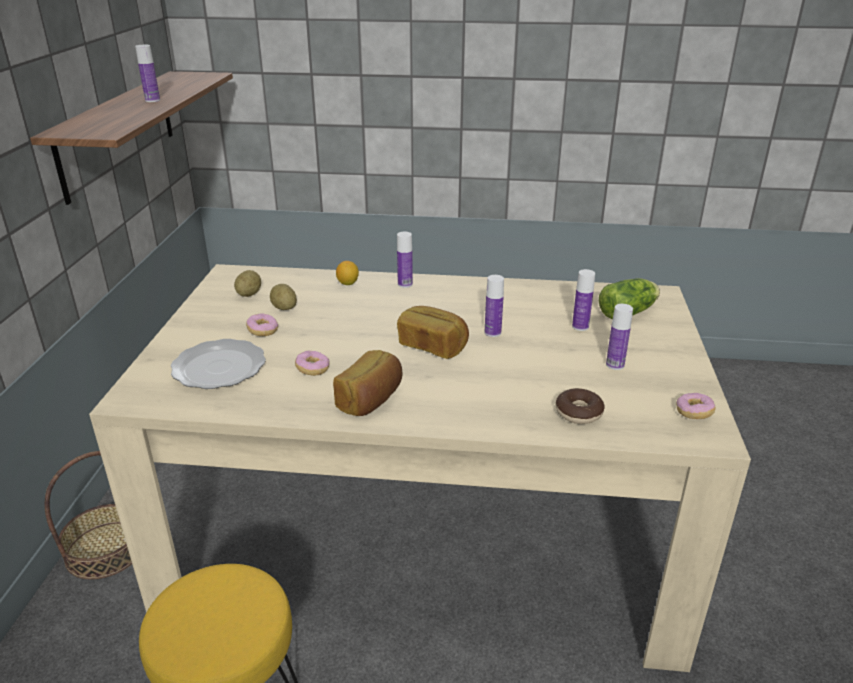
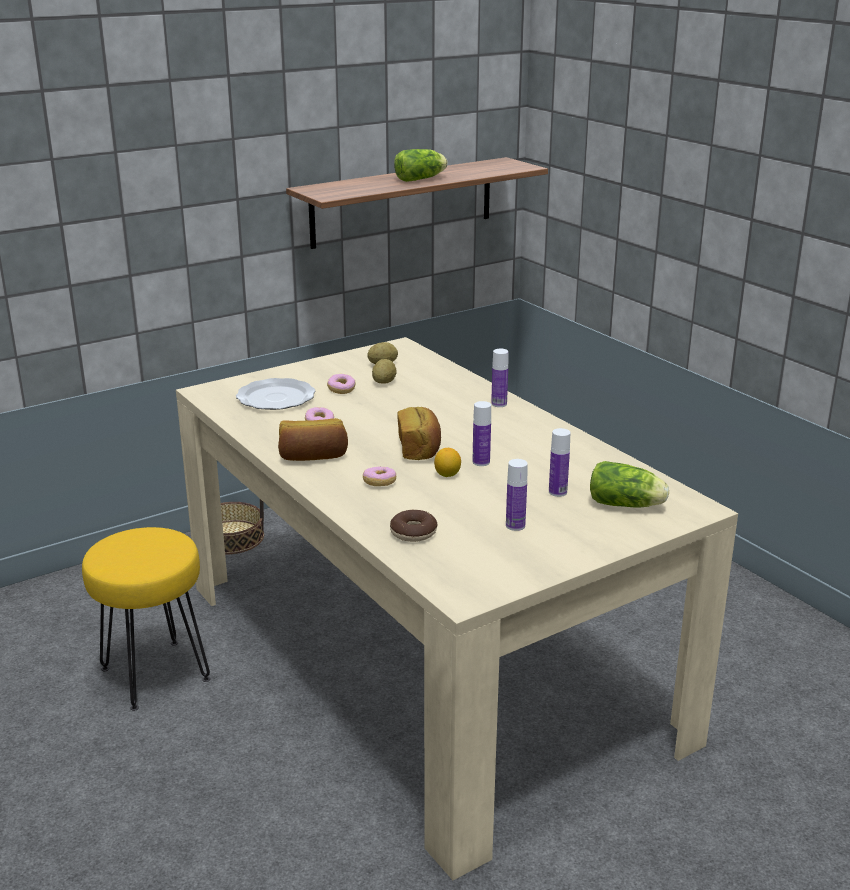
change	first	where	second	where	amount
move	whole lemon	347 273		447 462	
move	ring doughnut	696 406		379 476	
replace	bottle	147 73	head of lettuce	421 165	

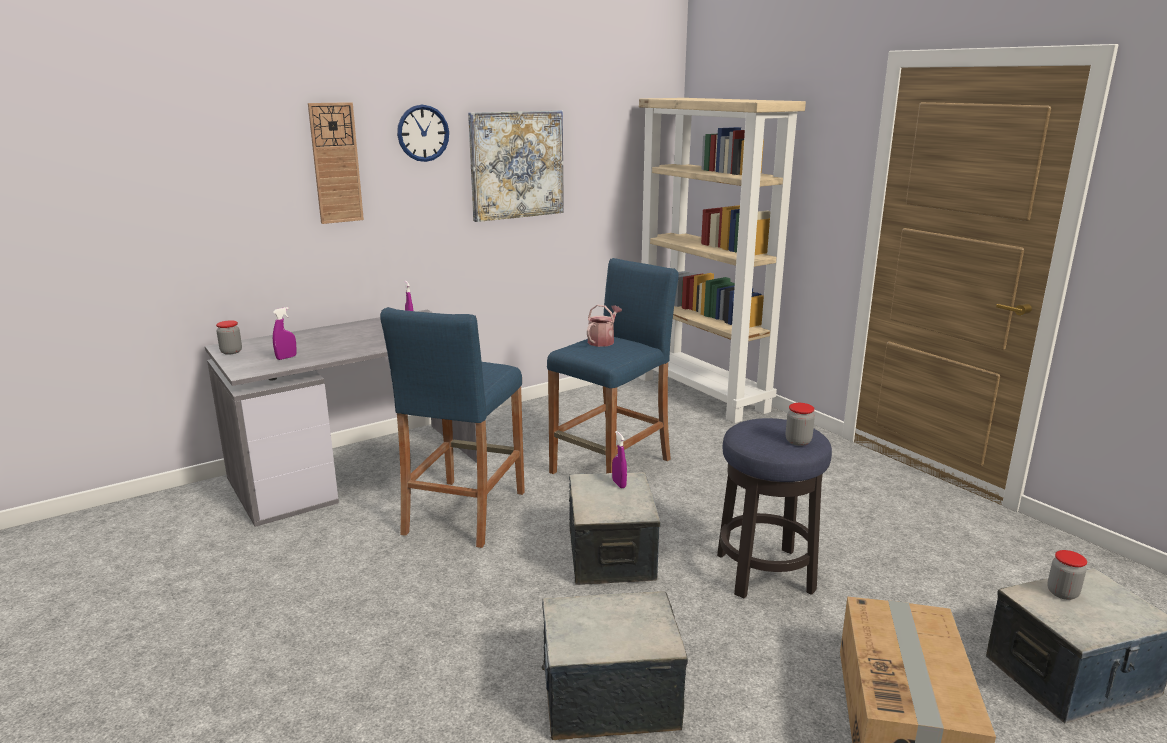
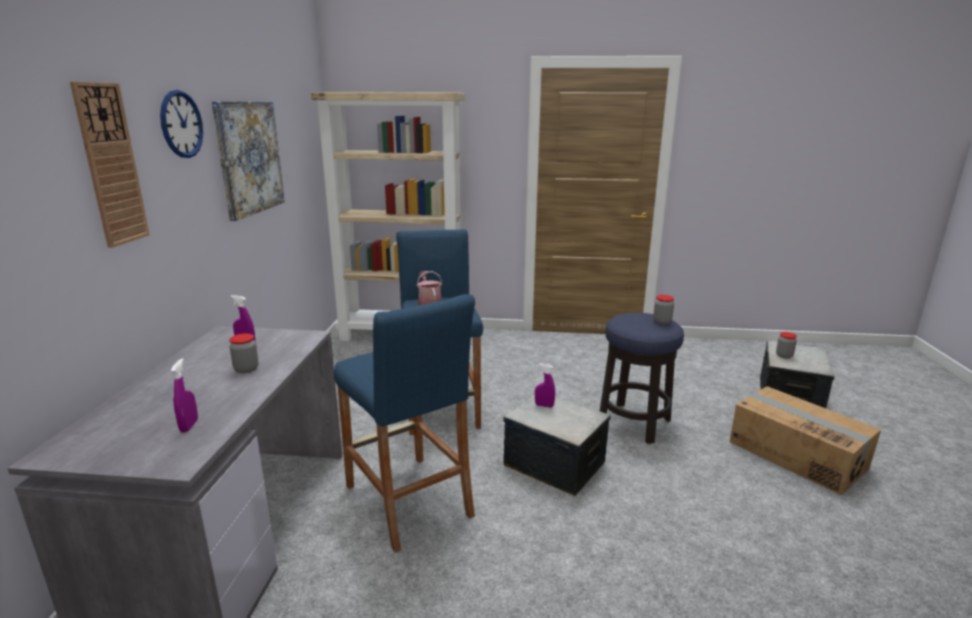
change	first	where	second	where	amount
delete	storage container	615 665			
move	storage jar	229 337		244 353	

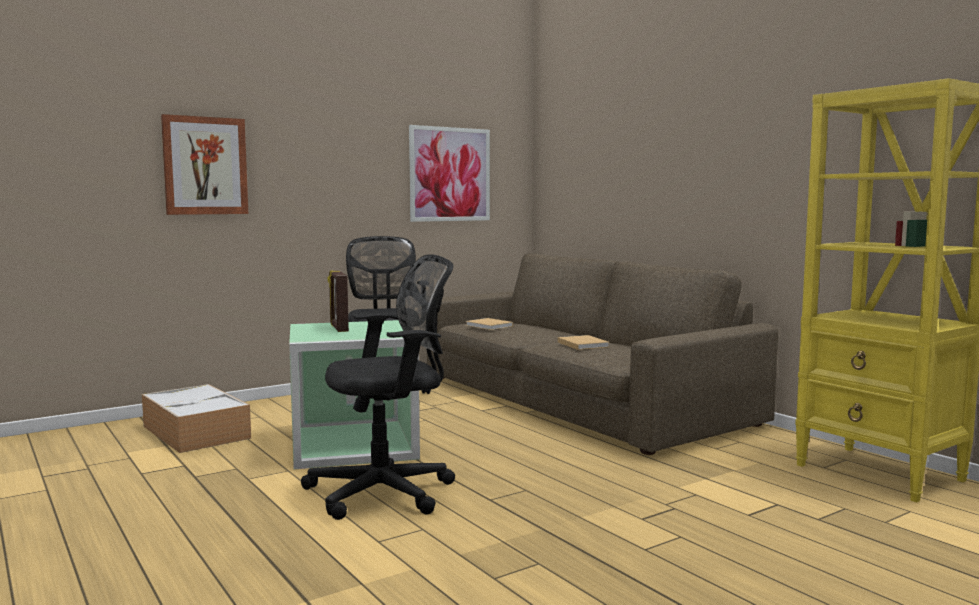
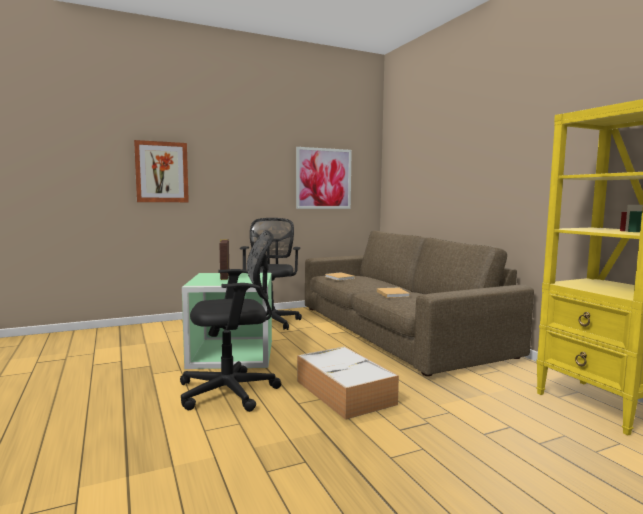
change	first	where	second	where	amount
move	storage container	196 418		348 383	

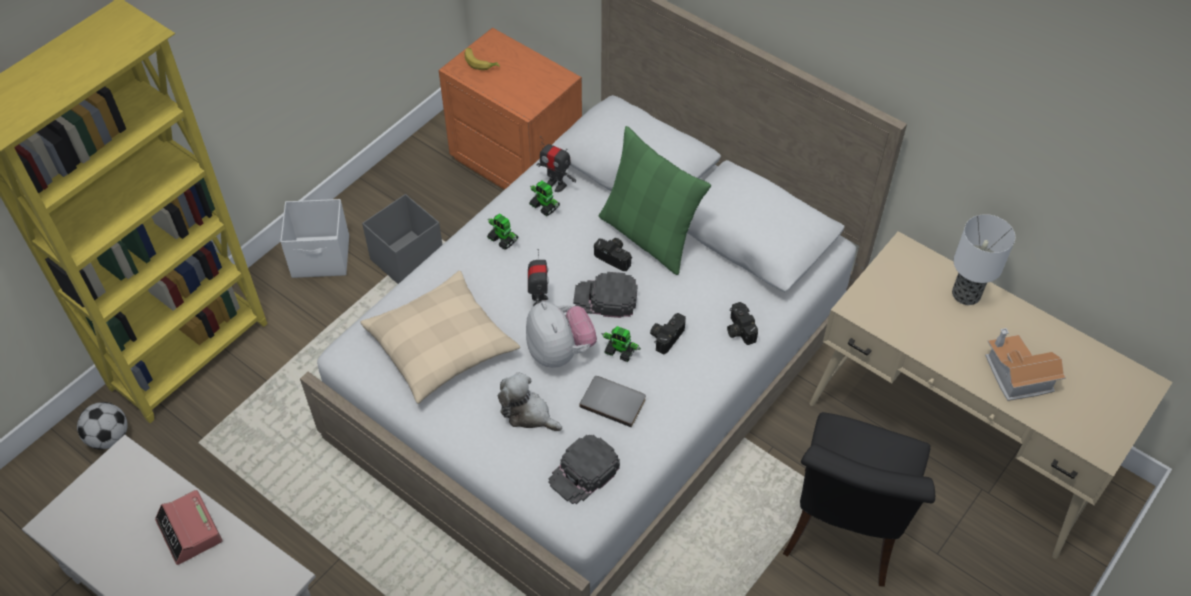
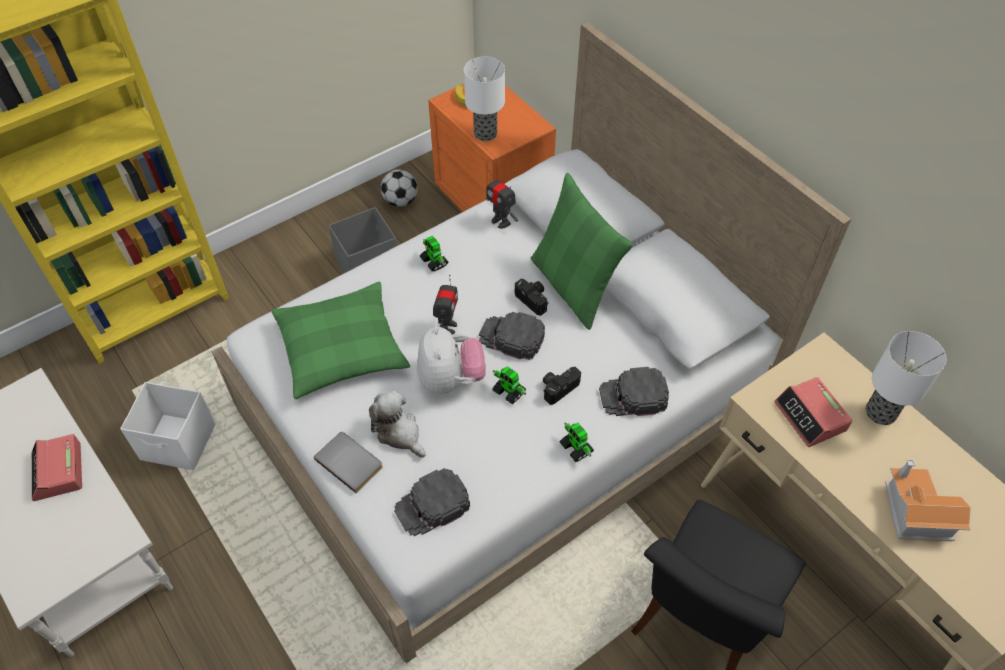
change	first	where	second	where	amount
insert			table lamp	484 99	
insert			bedside clock	813 412	
move	ball for football	102 426		399 188	
move	storage container (white)	314 238		167 426	
move	toy robot	544 198		577 442	
move	volume (gray)	612 402		348 462	
replace	still camera	742 323	baseball cap (black)	634 391	
recolor	throw pillow (beige-coloured)	440 337	throw pillow (green-coloured)	341 340	

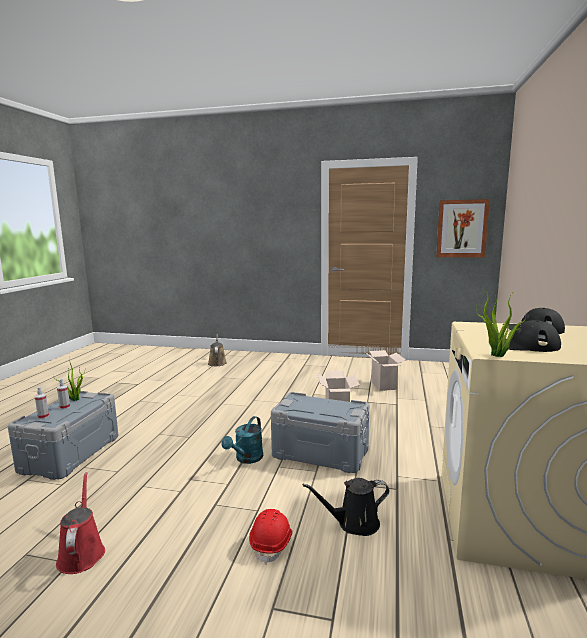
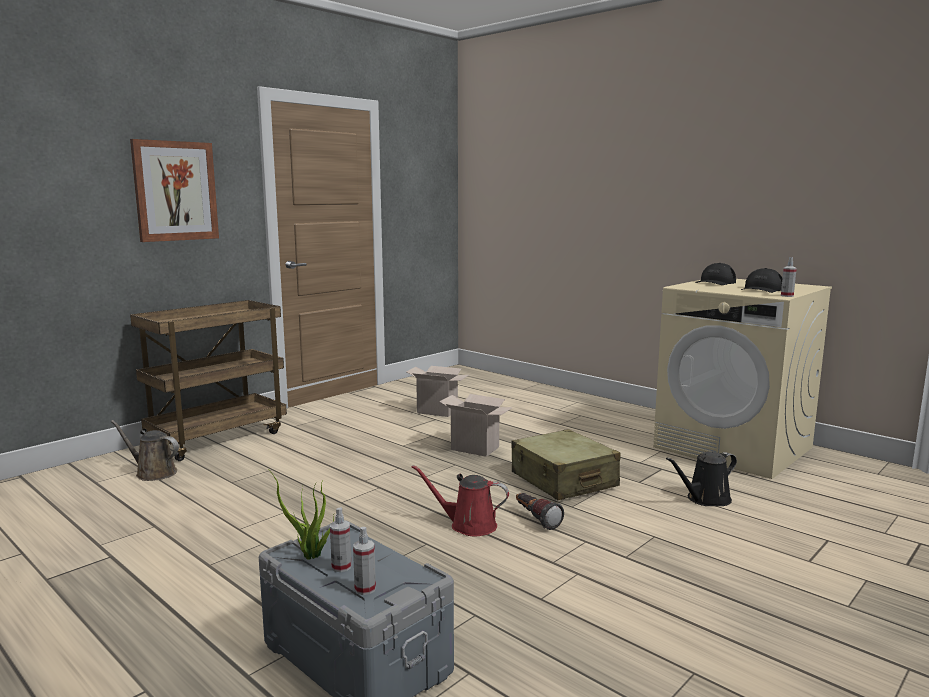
change	first	where	second	where	amount
delete	safety helmet (reddish)	271 537			
insert			trolley (brown)	208 380	
move	sprinkling can (reddish)	80 523		460 500	
move	wall art	463 228		174 190	
replace	sprinkling can (turquoise)	242 440	hand torch	540 511	
replace	storage container (gray)	320 432	piece of luggage (beige-coloured)	565 464	
replace	potted plant	501 323	sprayer	789 277	
rotate	sprinkling can (black)	346 507		701 478	45 degrees clockwise

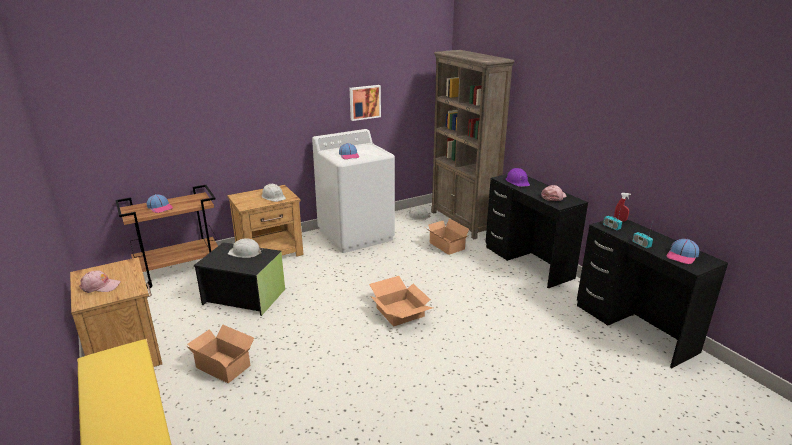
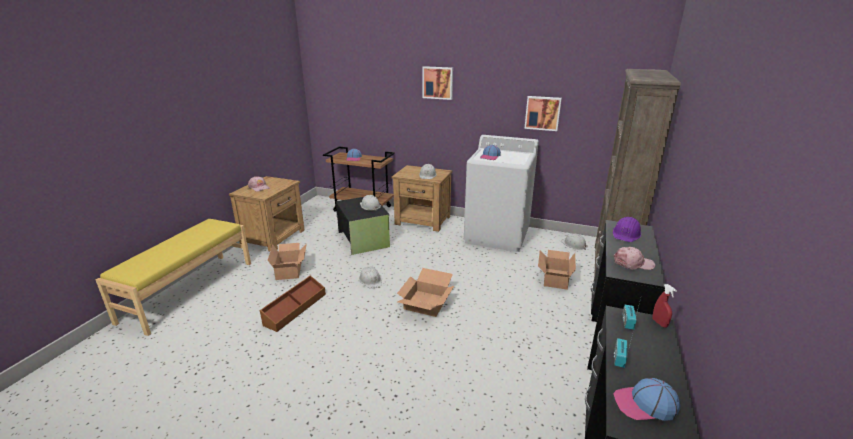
change	first	where	second	where	amount
insert			storage container (brown)	293 303	
insert			safety helmet (white)	370 278	
insert			wall art	438 83	

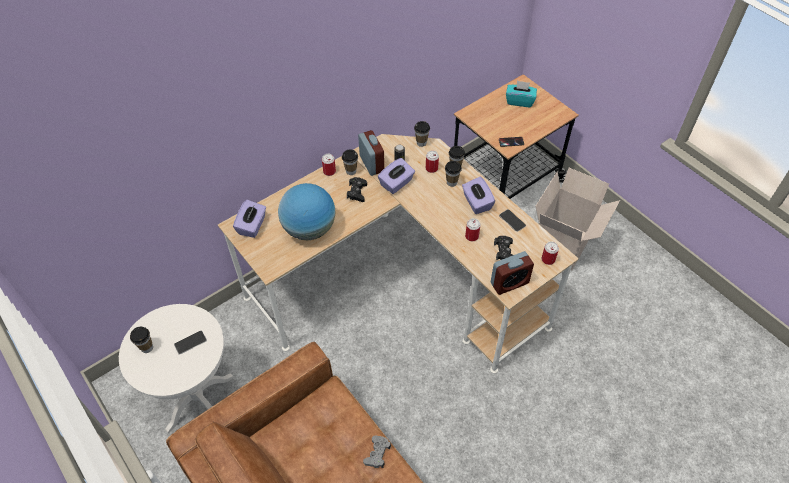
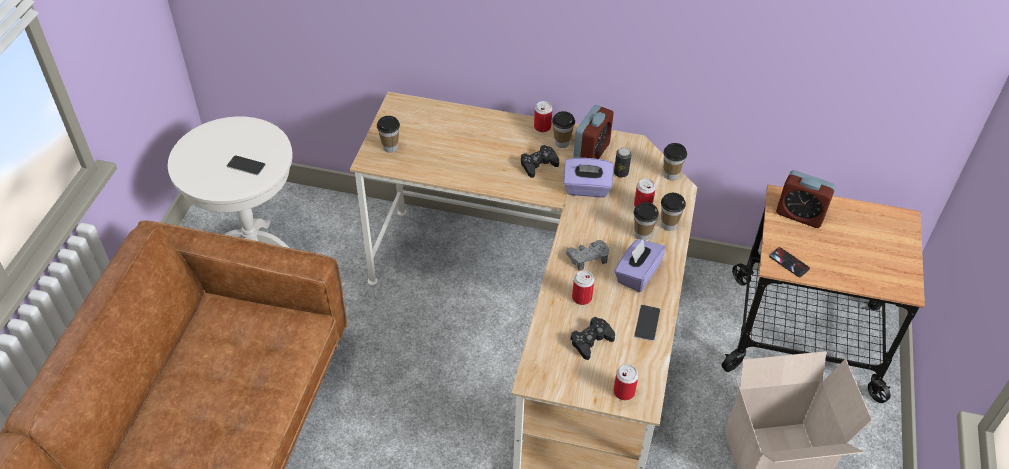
change	first	where	second	where	amount
delete	tissue box (purple)	249 219			
delete	globe	306 211			
delete	tissue box (turquoise)	521 94			
move	small cup	141 340		388 134	
move	joypad (gray)	377 451		587 255	
move	bedside clock	512 273		806 199	

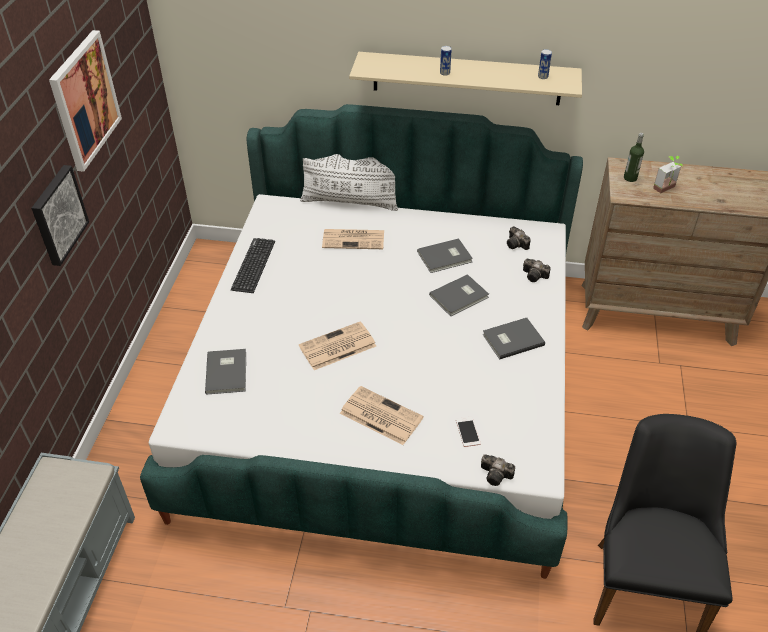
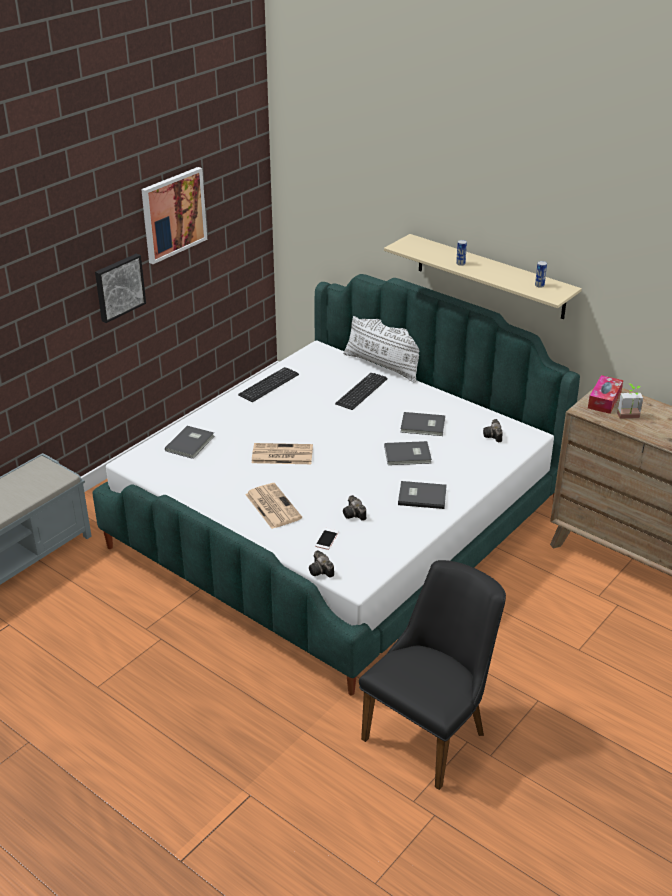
change	first	where	second	where	amount
move	still camera	537 270		354 508	
replace	printed paper	353 239	PC keyboard	361 391	
replace	bottle	634 157	tissue box	605 394	

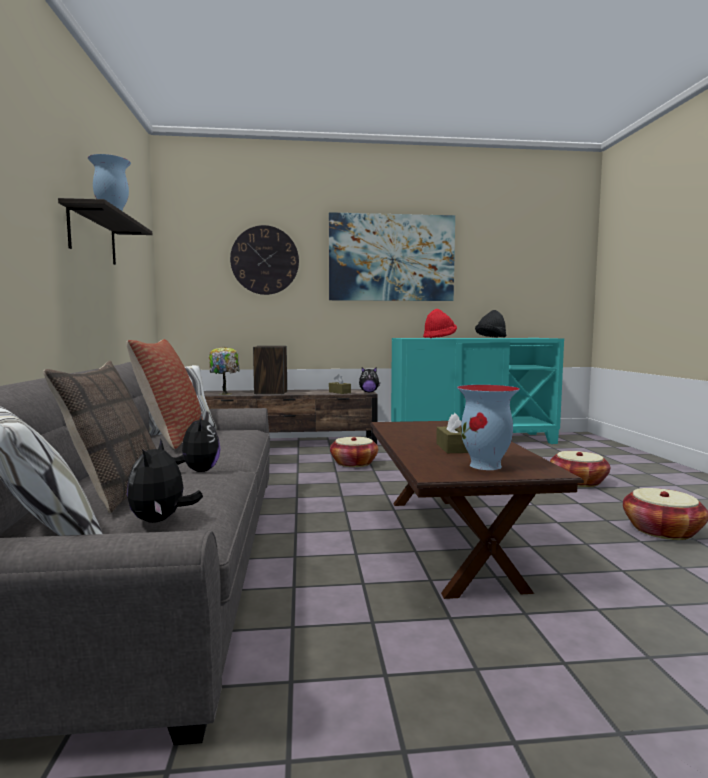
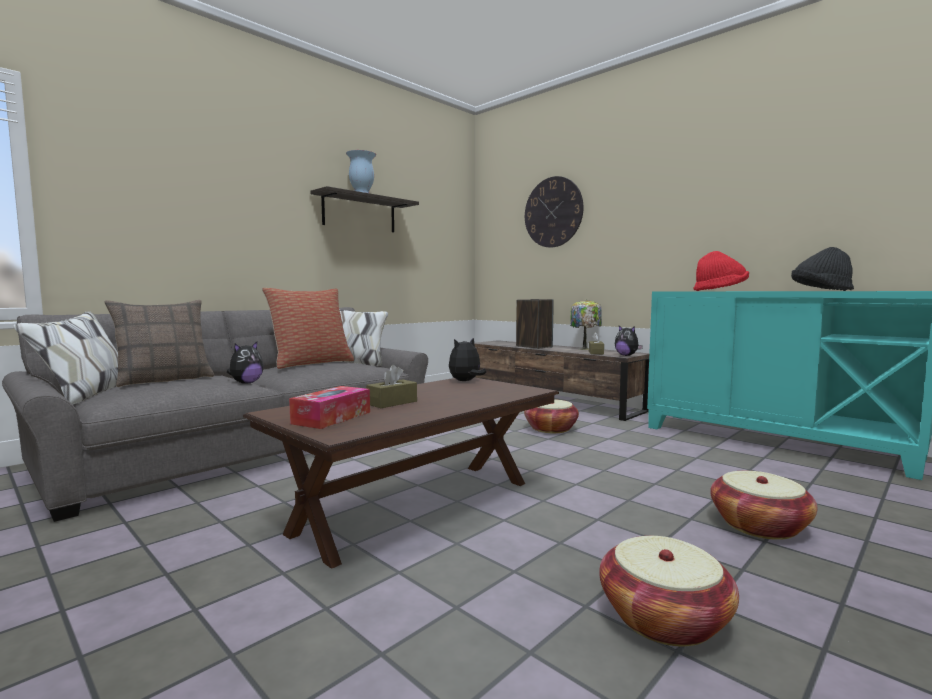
change	first	where	second	where	amount
delete	wall art	392 256			
move	plush toy	165 480		468 359	
move	table lamp	224 370		586 325	
replace	flower vase	488 427	tissue box	329 407	

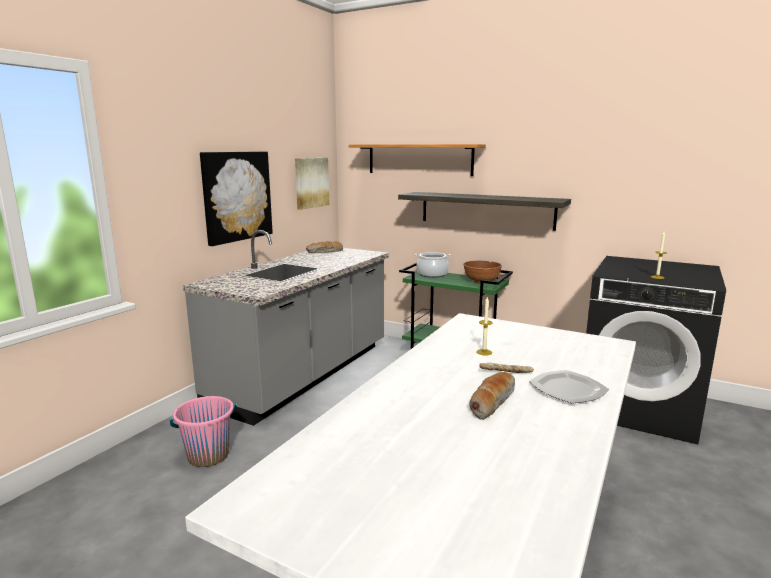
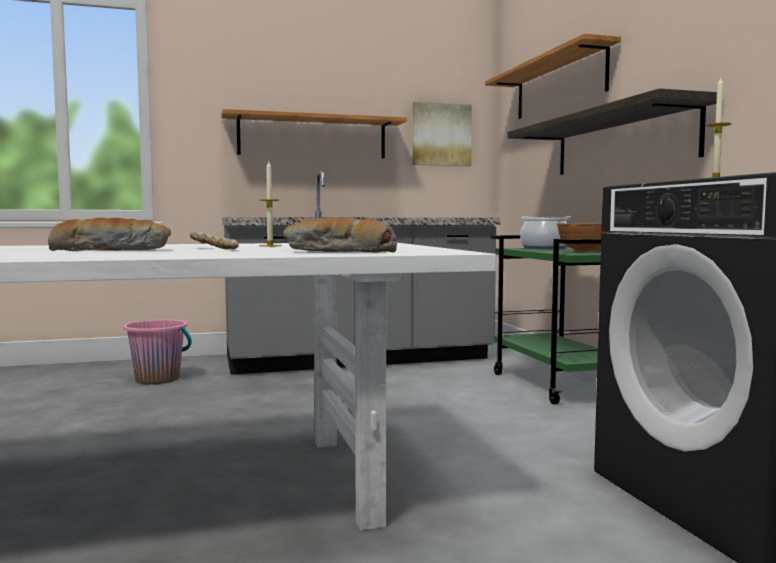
change	first	where	second	where	amount
delete	dinner plate	569 387			
move	bakery bread	324 247		340 234	
replace	wall art	236 199	shelf	314 133	

